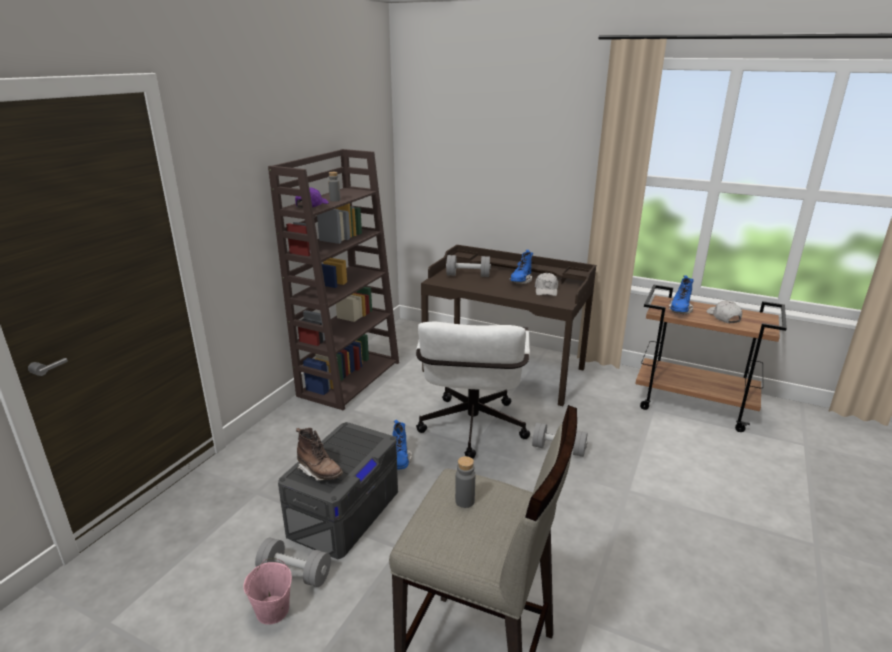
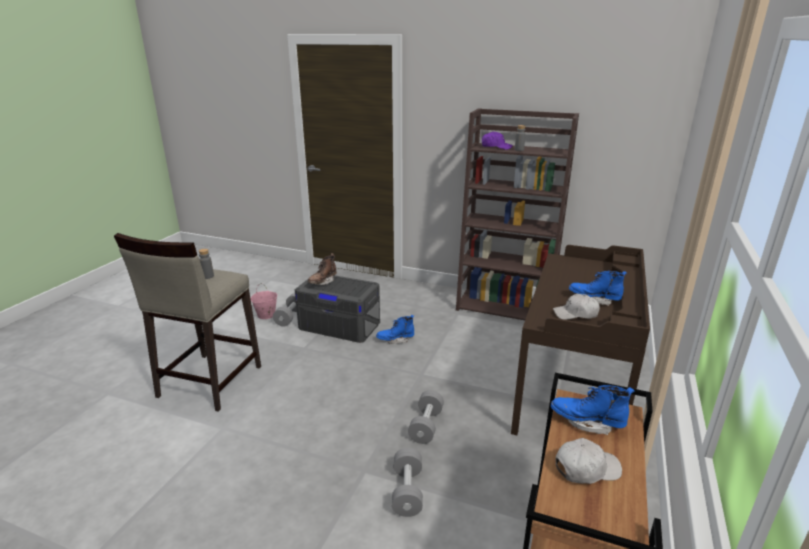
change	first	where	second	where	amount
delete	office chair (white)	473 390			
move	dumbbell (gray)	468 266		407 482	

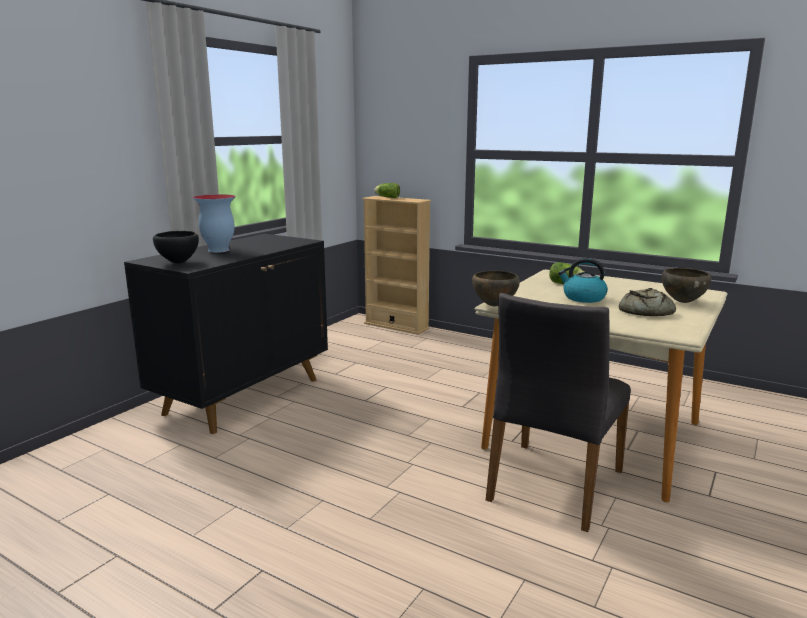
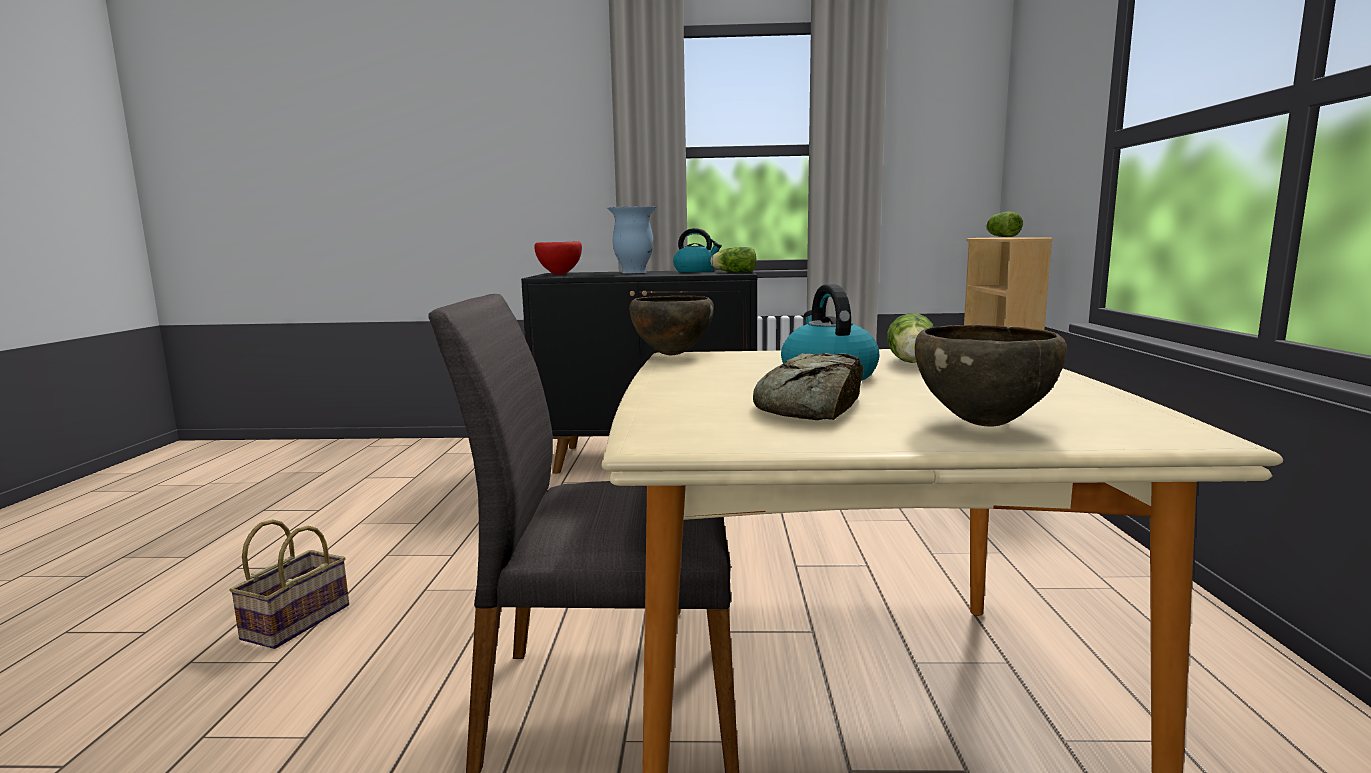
change	first	where	second	where	amount
insert			household basket	289 584	
insert			kettle	697 250	
insert			head of lettuce	733 259	
recolor	bowl (black)	176 247	bowl (reddish)	558 258	

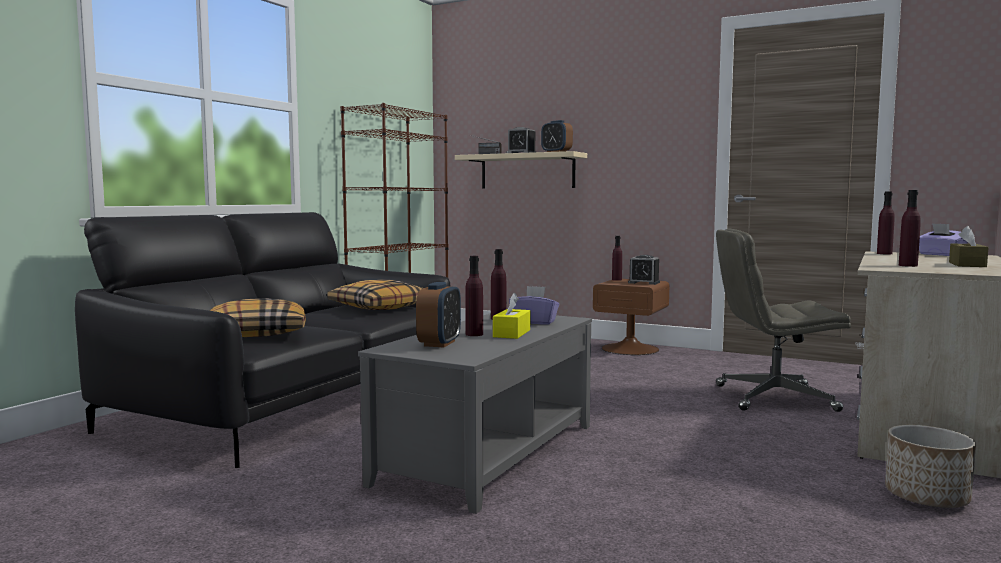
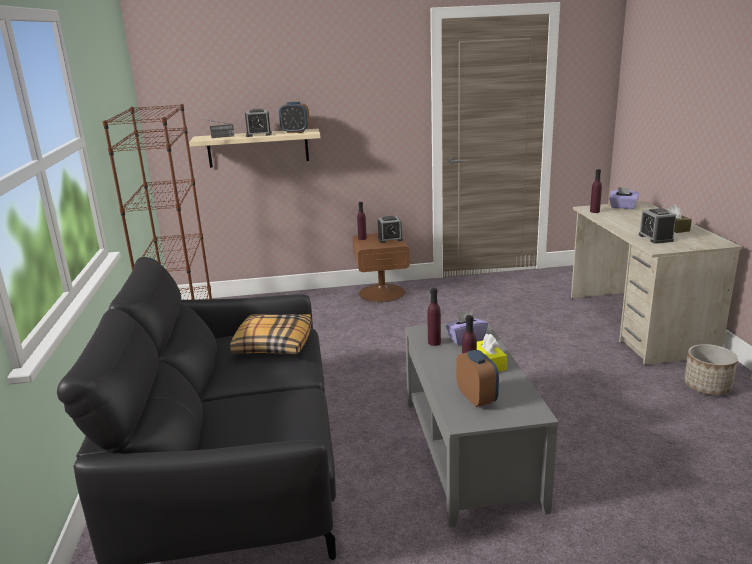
change	first	where	second	where	amount
delete	throw pillow	257 317			
delete	office chair (gray)	783 320			
replace	bottle (purple)	910 228	bedside clock	657 226	

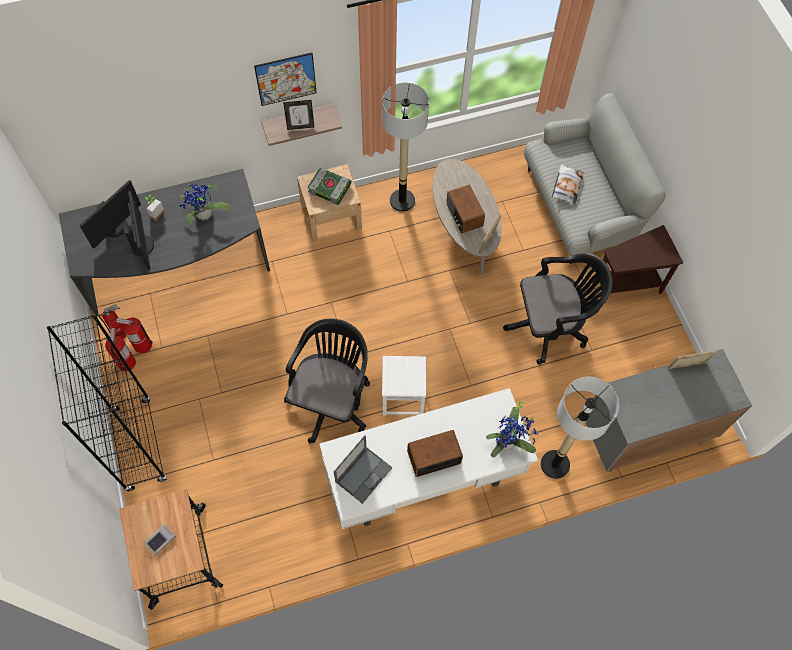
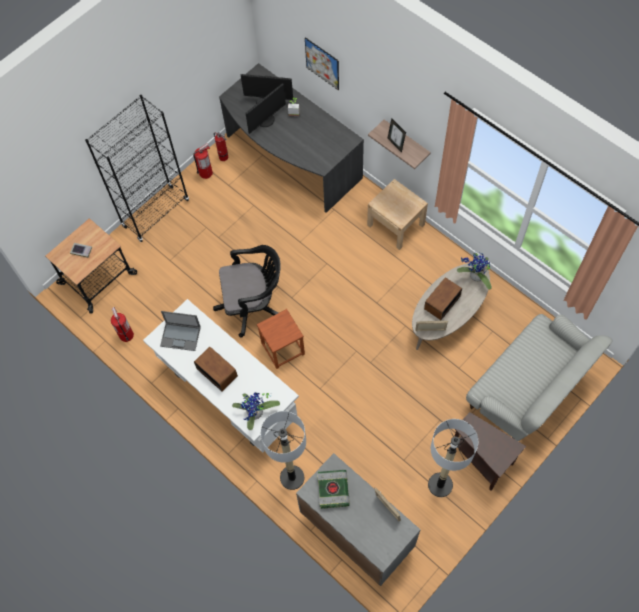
change	first	where	second	where	amount
delete	office chair (black)	558 309			
delete	throw pillow	568 184			
move	fire-fighting cylinder	134 335		122 324	
move	potted plant	205 204		474 270	
move	wall art	285 79		322 63	
move	volume	329 186		333 489	
move	standing lamp	405 147		453 458	
recolor	sitting stool (white)	404 385	sitting stool (brown)	281 339	

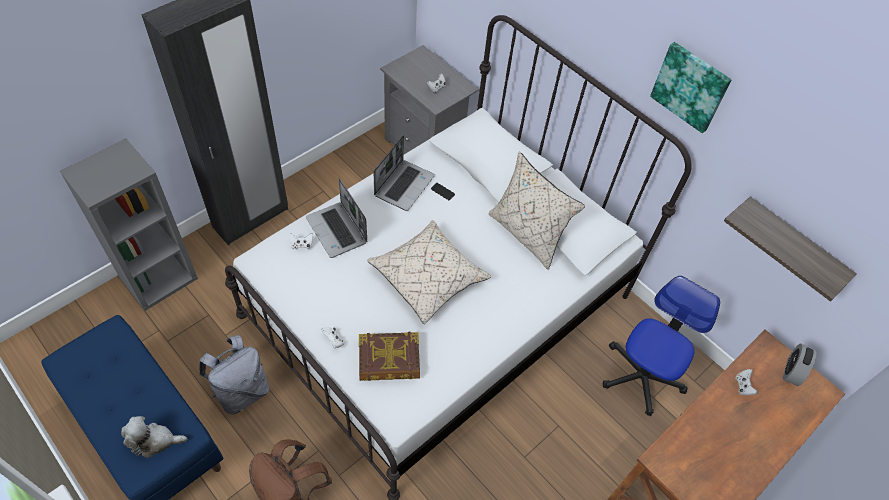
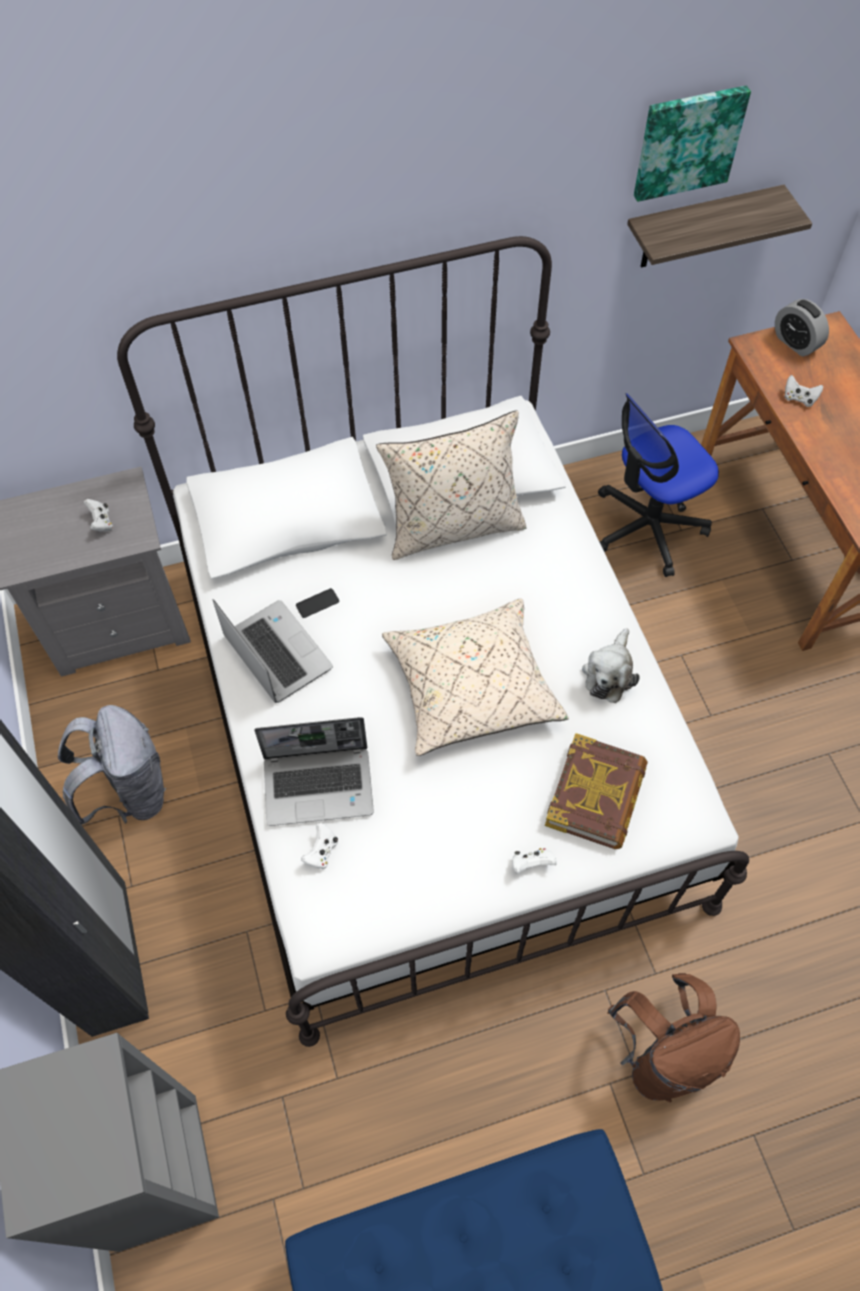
change	first	where	second	where	amount
move	plush toy	154 437		611 665	
move	knapsack (gray)	234 375		112 765	
move	wall art	691 87		692 144	
rotate	office chair	661 346		658 485	90 degrees counterclockwise

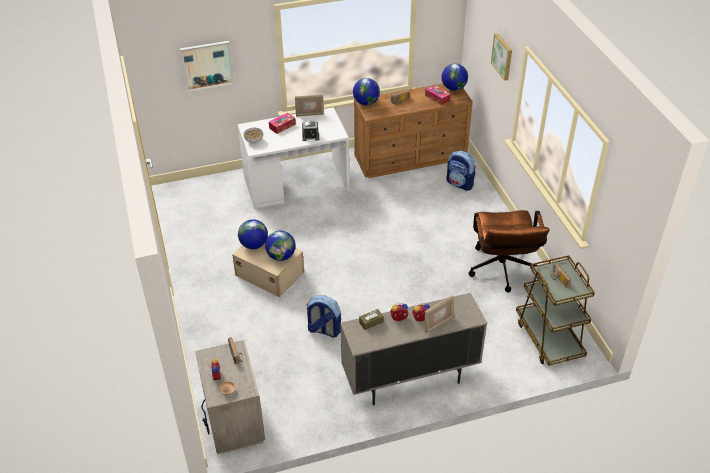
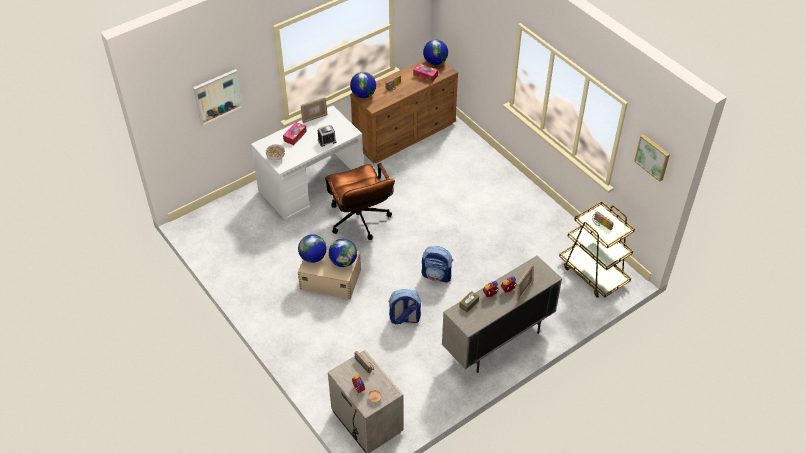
change	first	where	second	where	amount
move	knapsack	461 171		437 264	
move	office chair (brown)	509 251		360 201	
move	wall art	501 57		652 158	

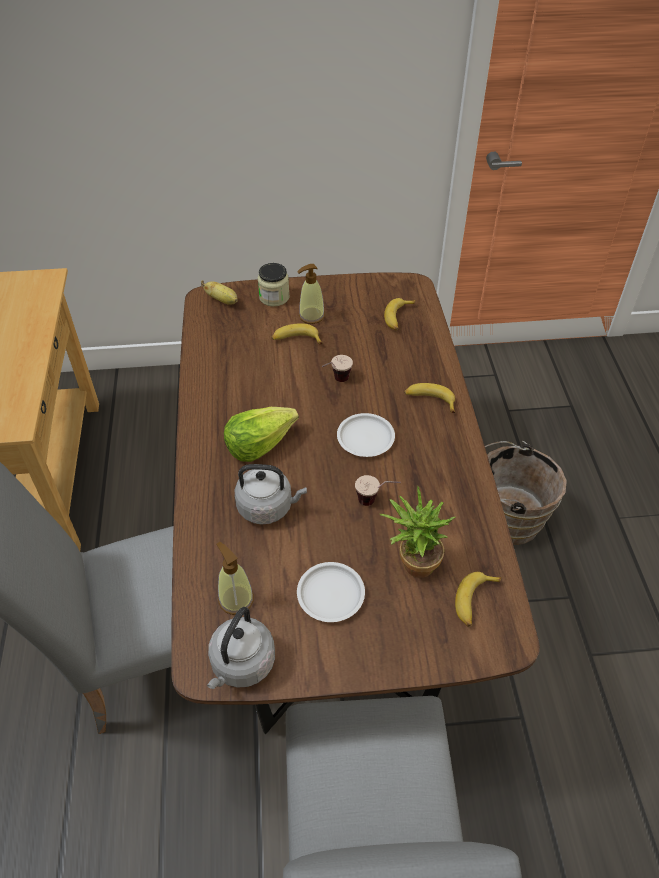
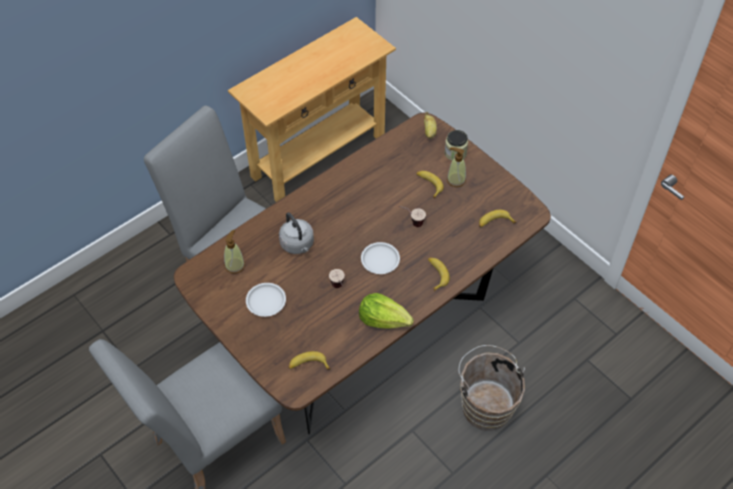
change	first	where	second	where	amount
delete	kettle (gray)	241 648			
delete	potted plant	418 532			
move	head of lettuce	261 434		386 311	

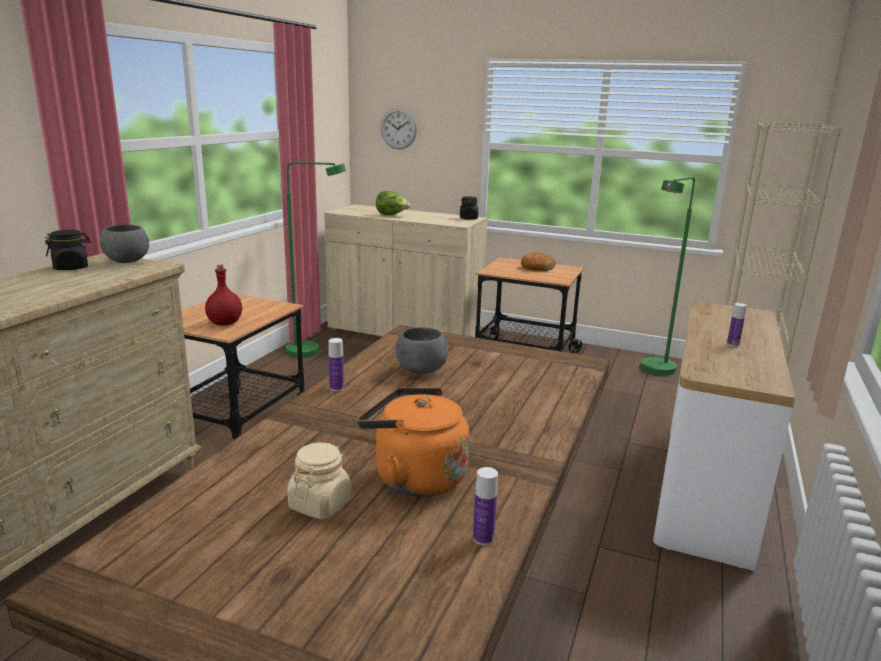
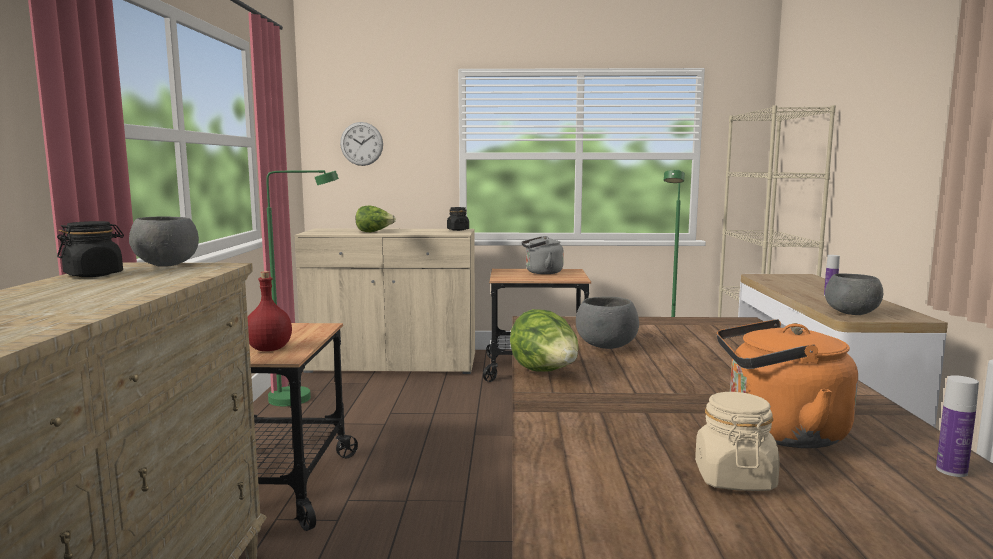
change	first	where	second	where	amount
insert			bowl (gray)	854 294	
replace	bottle	336 364	head of lettuce	544 340	
replace	bakery bread	538 262	kettle (gray)	542 255	

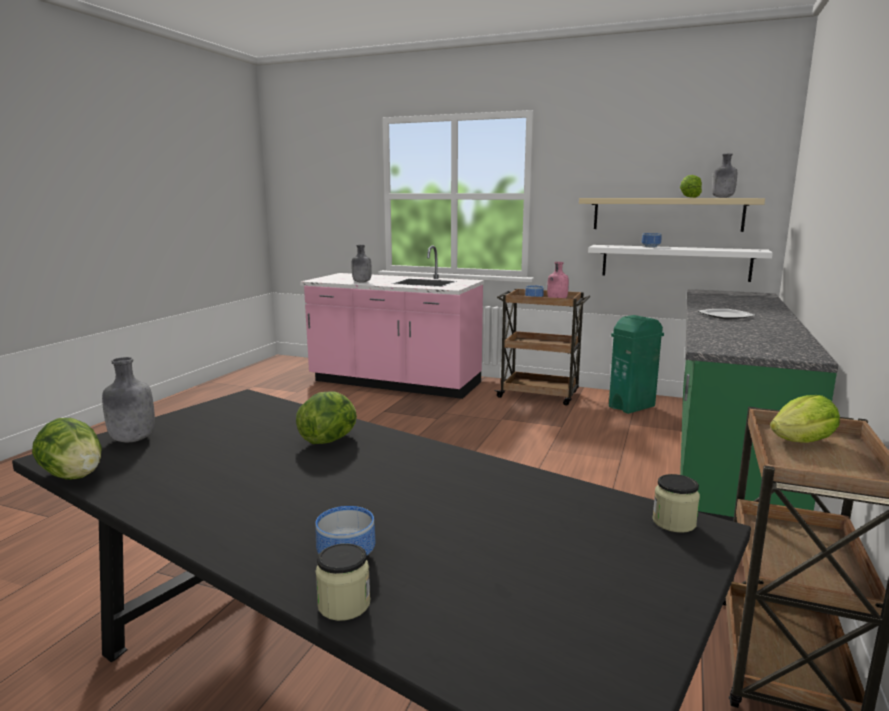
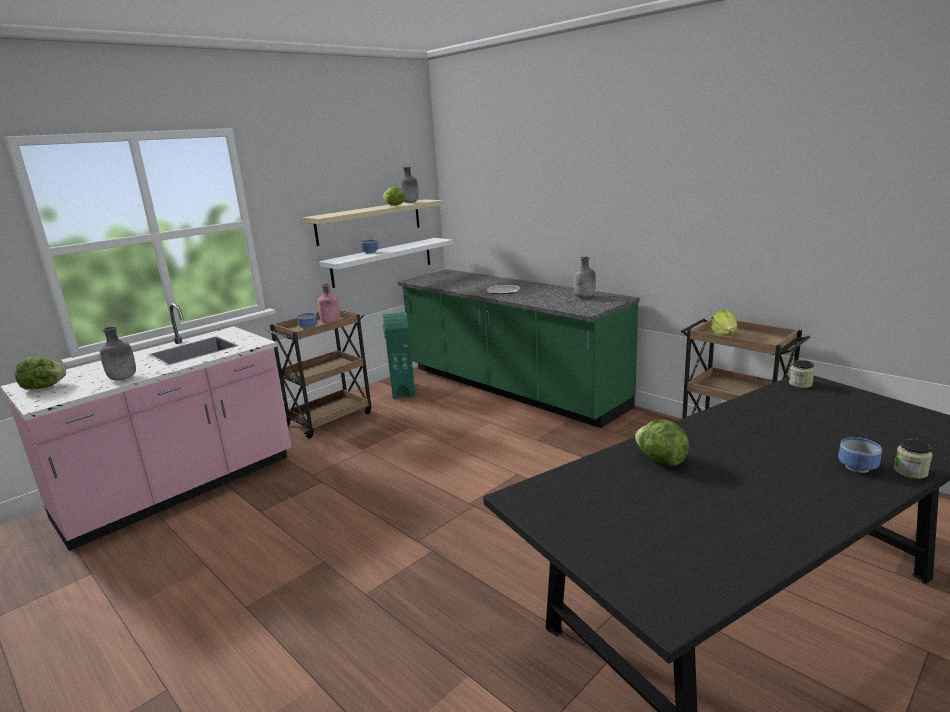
change	first	where	second	where	amount
move	head of lettuce	67 449		40 373	
move	bottle (gray)	128 400		585 277	

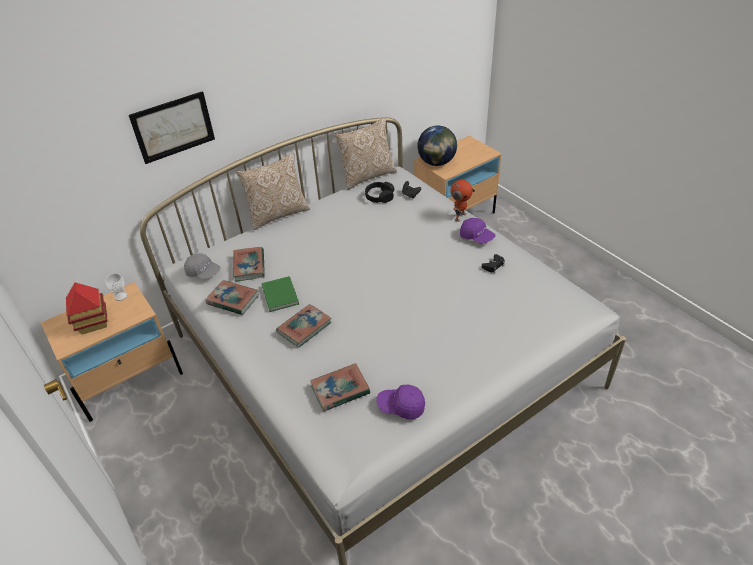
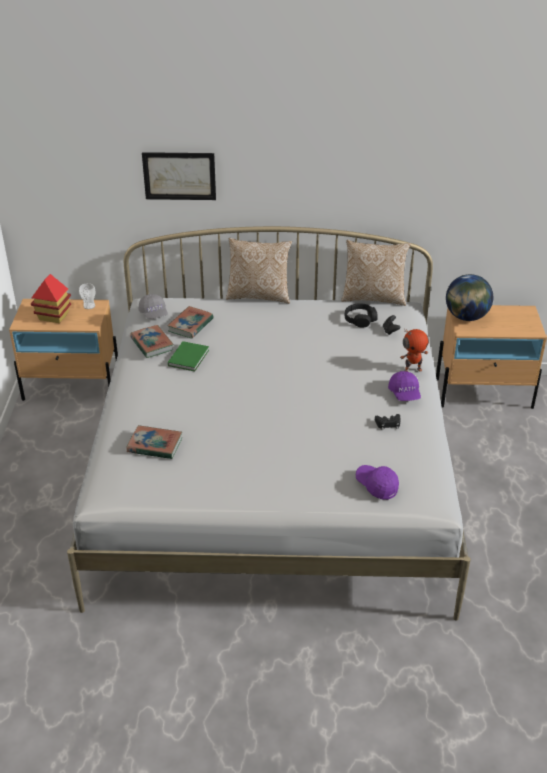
change	first	where	second	where	amount
delete	volume	304 326			
move	baseball cap (purple)	400 402		377 482	

